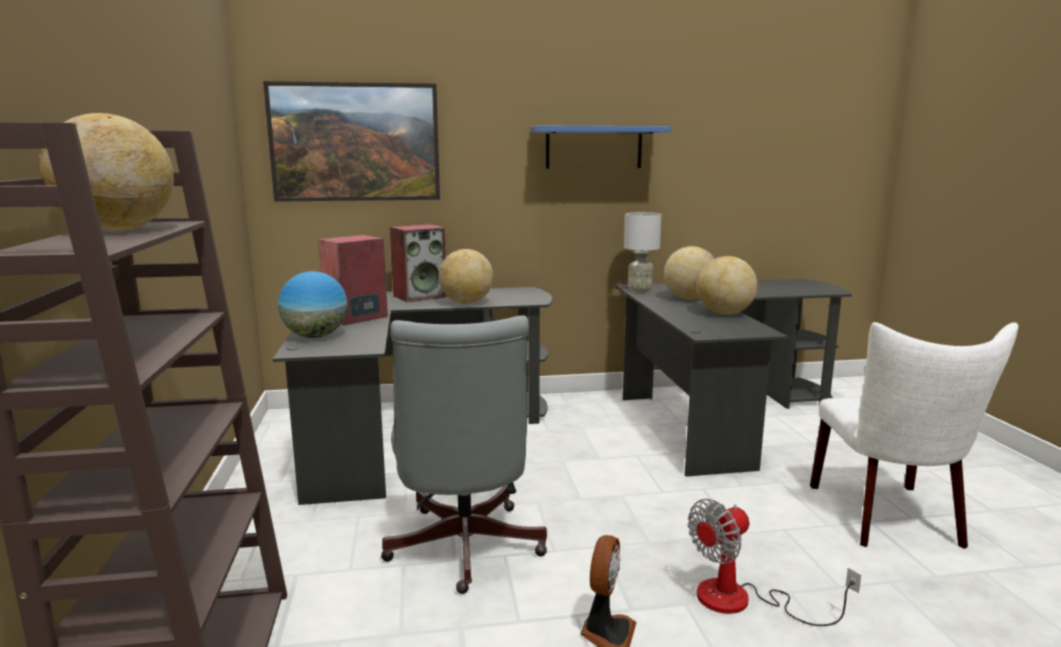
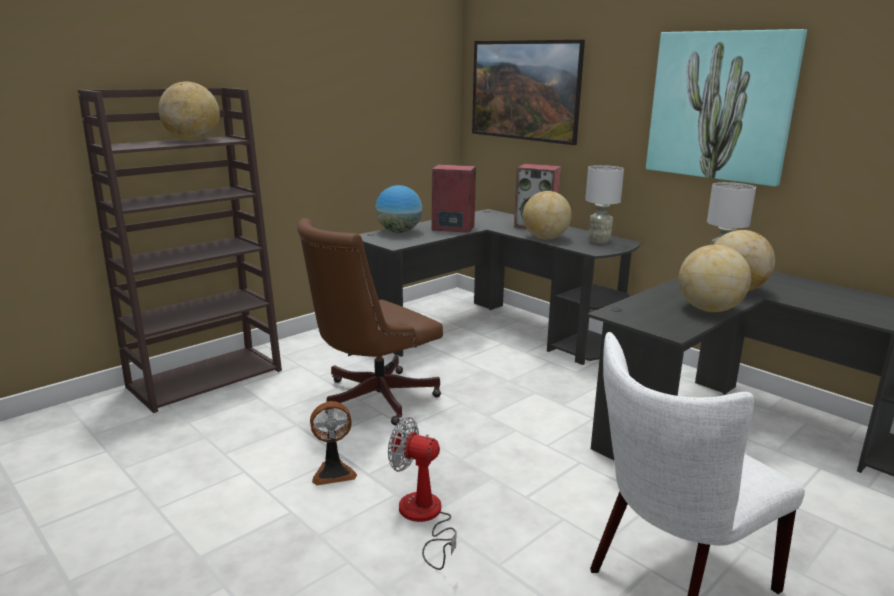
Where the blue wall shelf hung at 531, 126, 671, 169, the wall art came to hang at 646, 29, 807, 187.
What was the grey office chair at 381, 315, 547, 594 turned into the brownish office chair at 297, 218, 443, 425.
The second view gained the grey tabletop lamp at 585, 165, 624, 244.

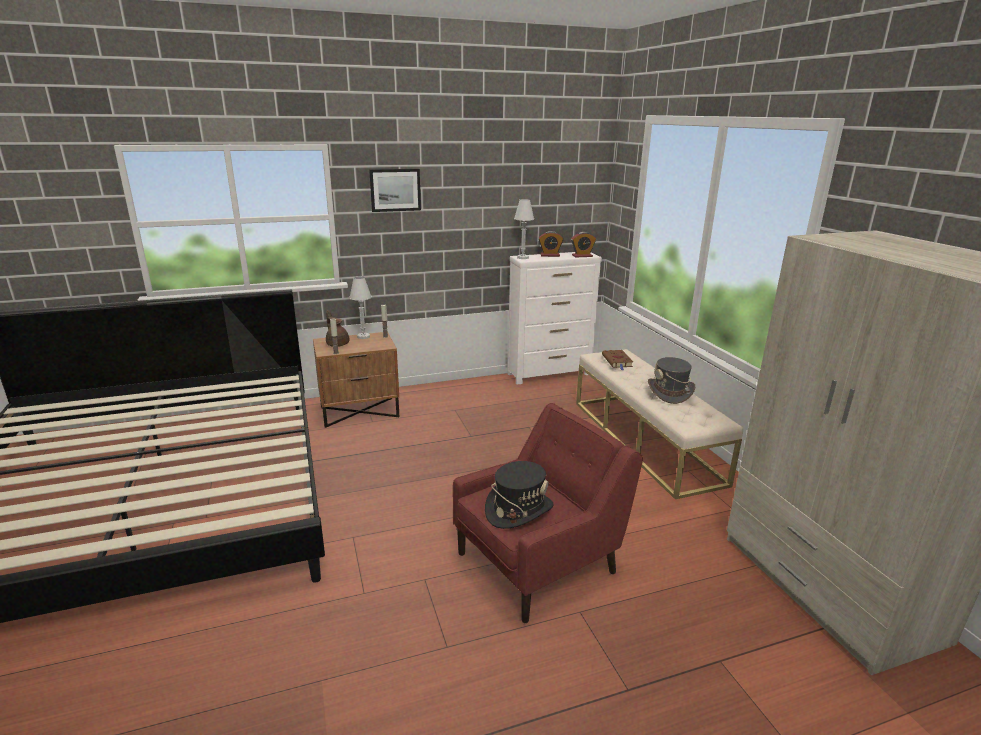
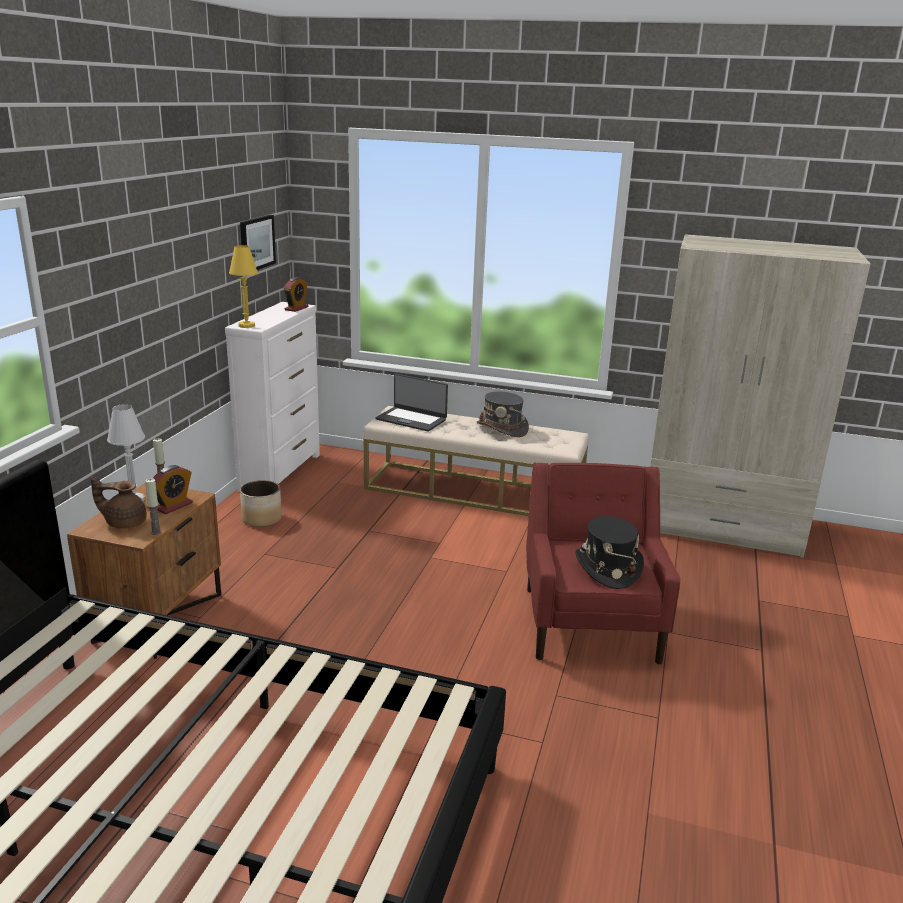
The wall art ended up elsewhere, having gone from 369, 169, 421, 212 to 240, 215, 276, 270.
What was the white tabletop lamp at 514, 199, 534, 259 turned into the yellowish tabletop lamp at 229, 245, 258, 328.
The bedside clock ended up elsewhere, having gone from 539, 231, 563, 257 to 152, 465, 193, 514.
Where the brownish bound book stood at 602, 350, 633, 370, the laptop came to stand at 376, 374, 448, 431.
The second view gained the plant pot at 240, 480, 282, 527.

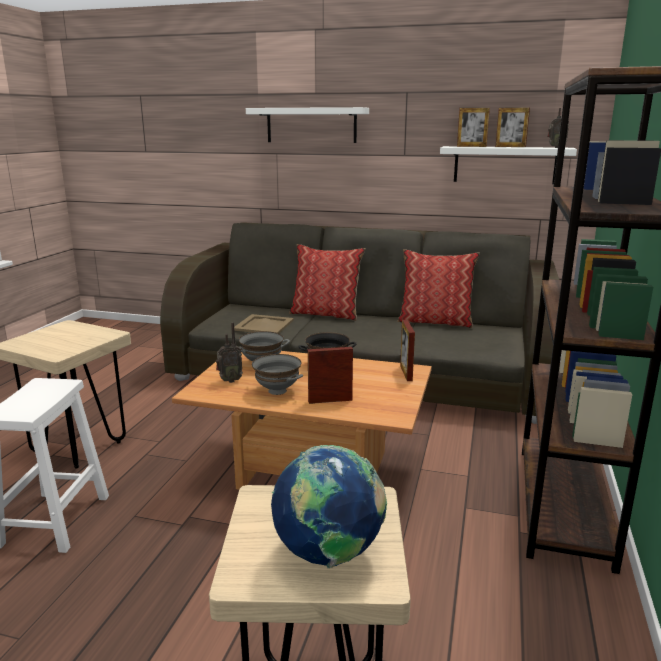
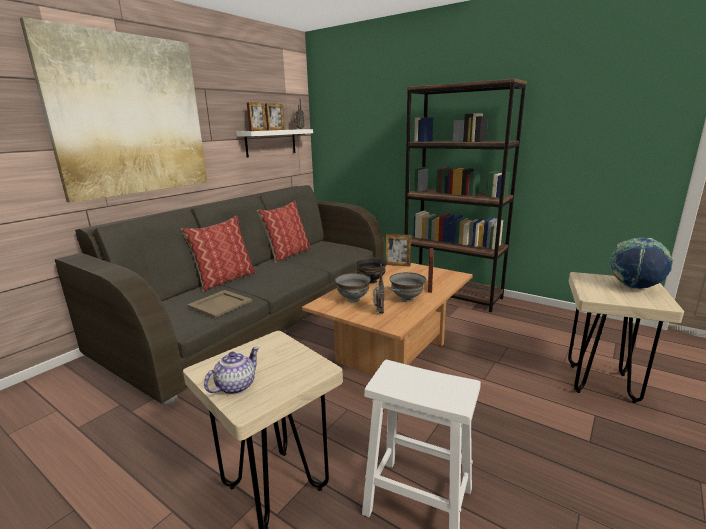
Where the white wall shelf hung at 246, 107, 369, 143, the wall art came to hang at 19, 17, 208, 203.
The second view gained the pot for tea at 204, 347, 259, 394.

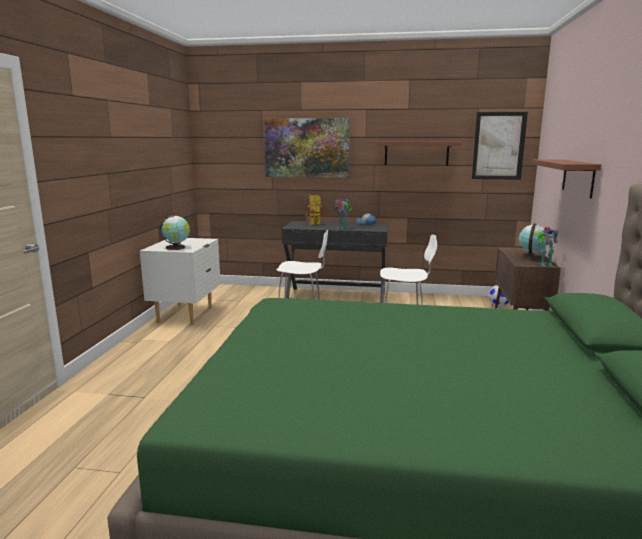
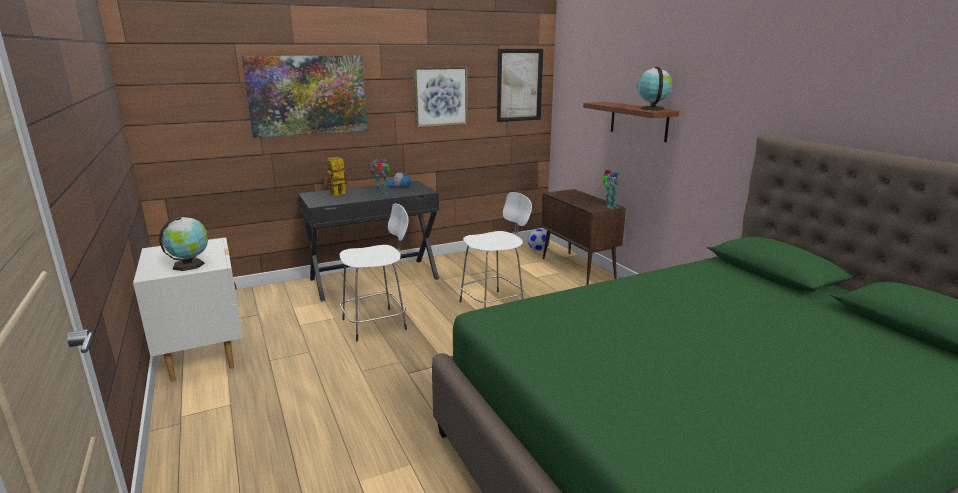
Where the brownish wall shelf hung at 376, 141, 461, 166, the wall art came to hang at 413, 67, 468, 127.
The globe ended up elsewhere, having gone from 519, 224, 547, 260 to 637, 67, 672, 111.

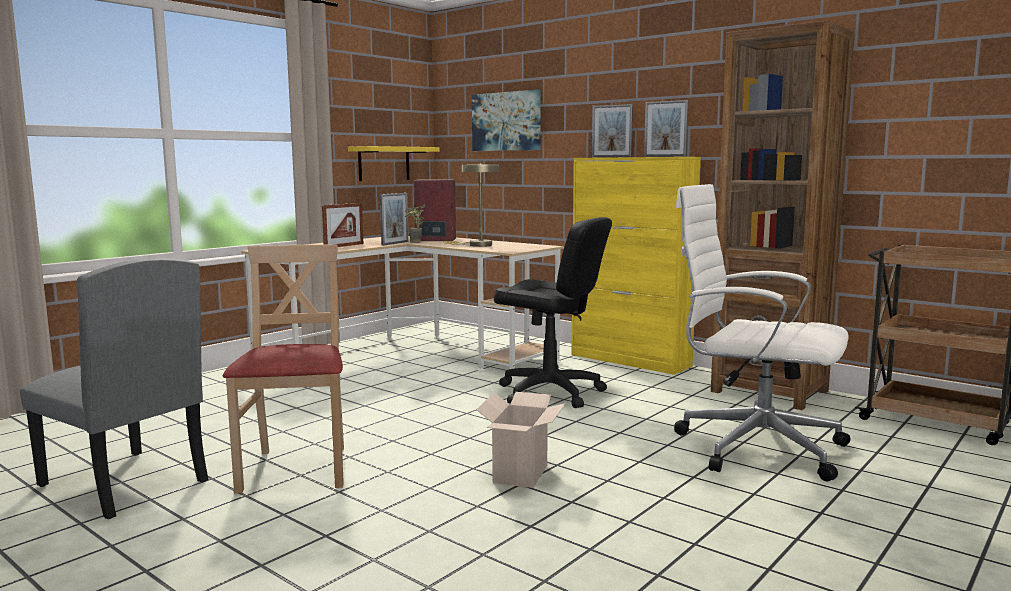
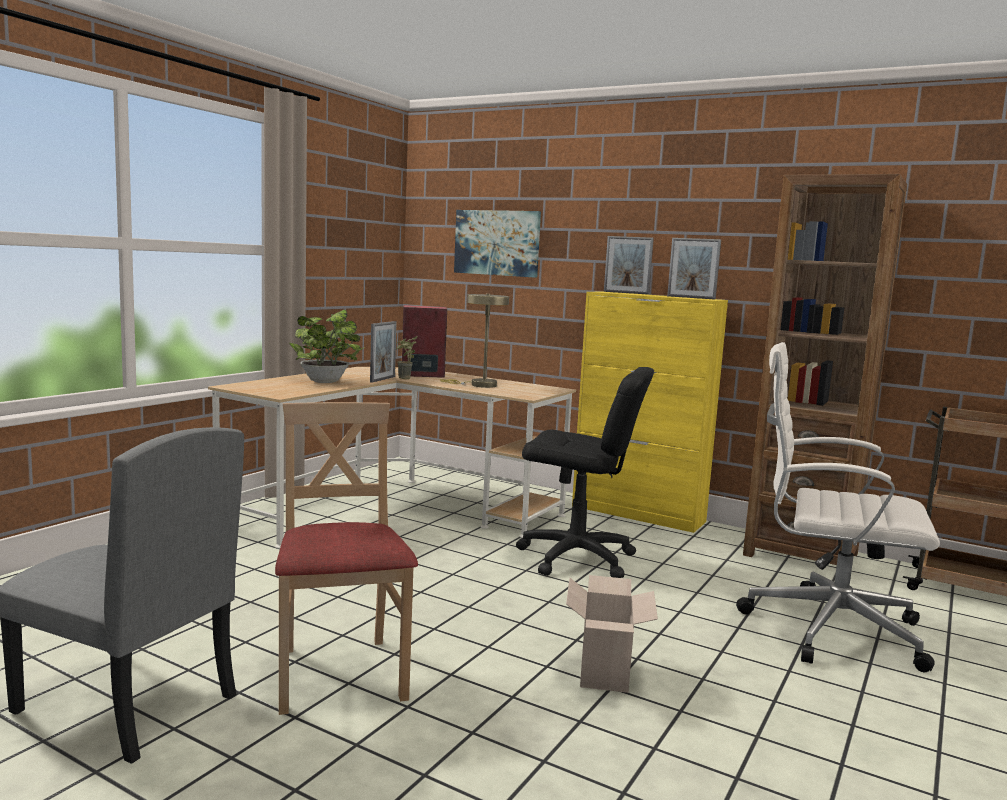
The second view lost the yellowish wall shelf at 348, 146, 440, 181.
Where the picture frame stood at 322, 203, 363, 247, the potted plant came to stand at 289, 310, 365, 383.

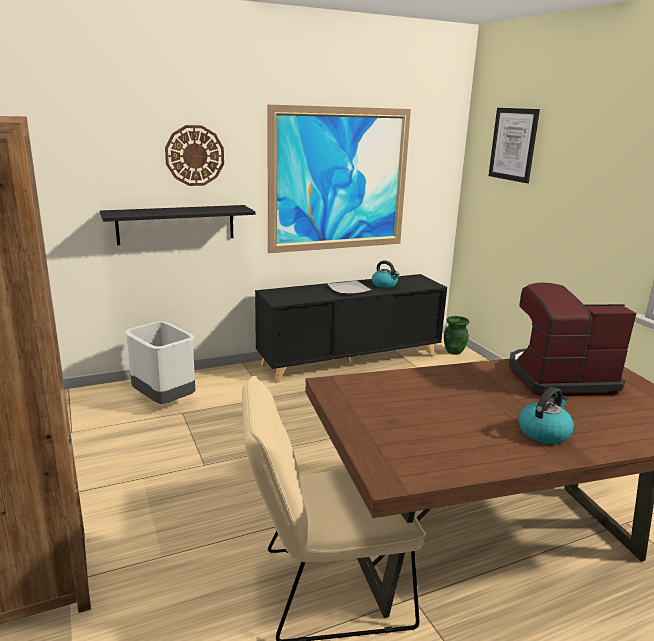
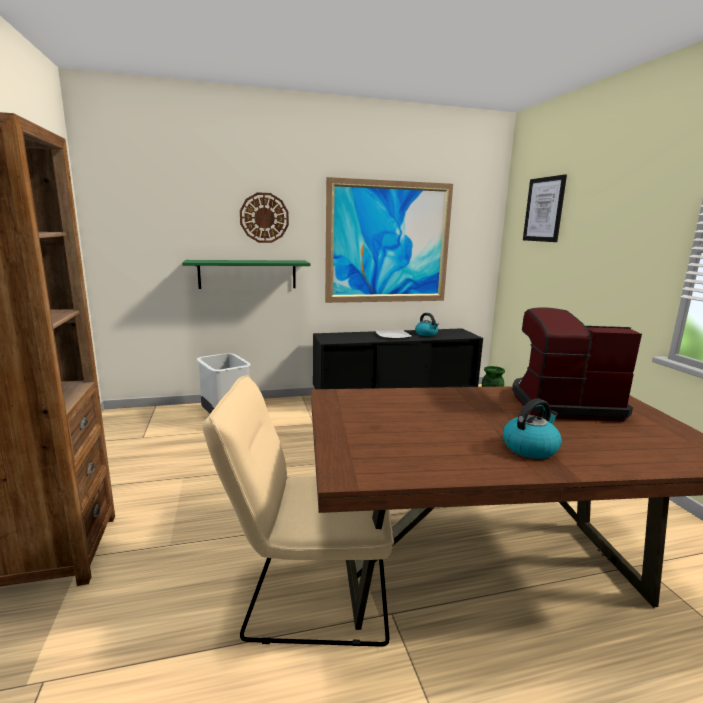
What was the black wall shelf at 100, 205, 255, 245 turned into the greenish wall shelf at 182, 260, 310, 289.

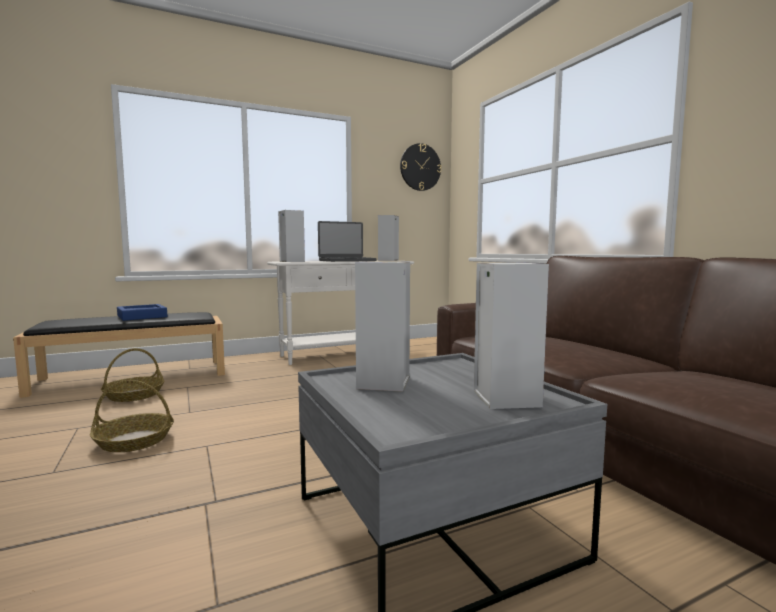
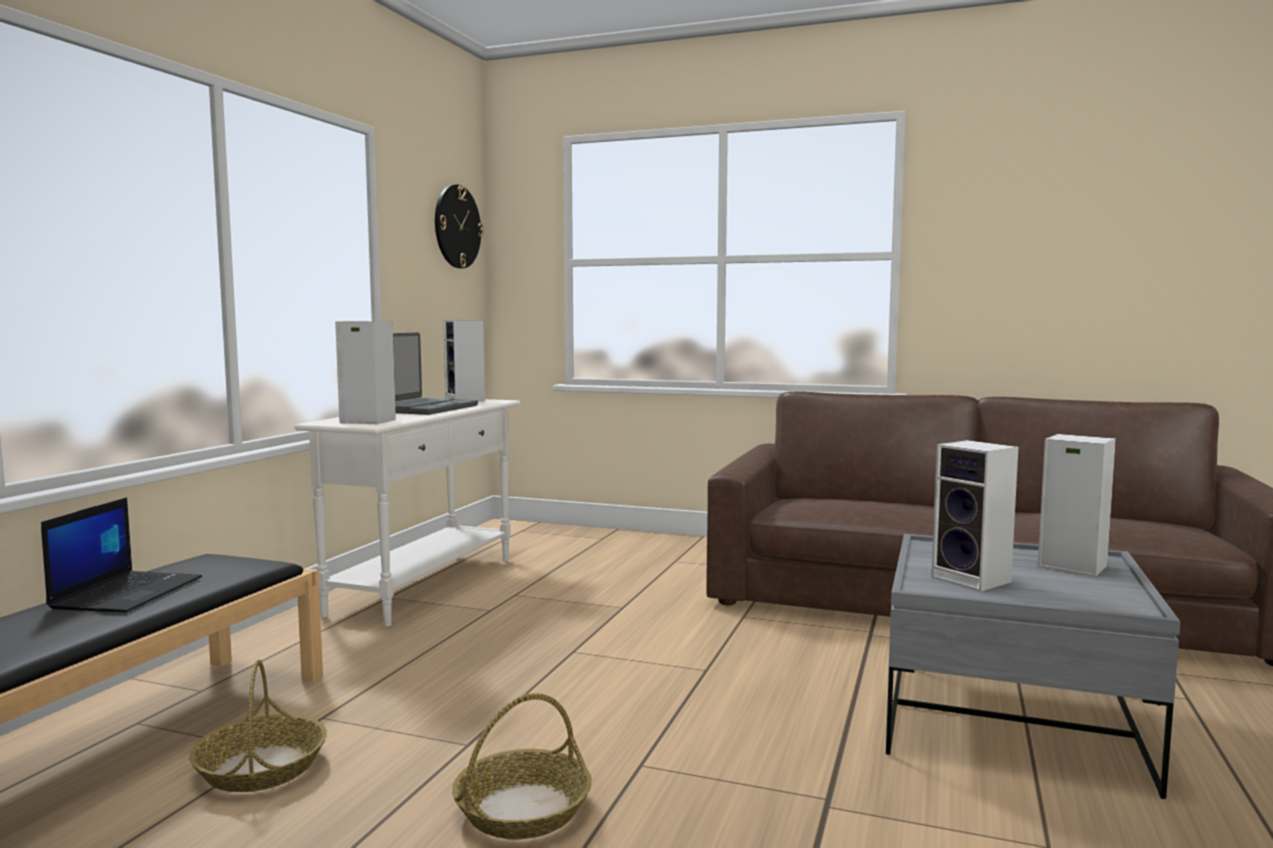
Where the blue tray stood at 117, 304, 167, 321, the laptop came to stand at 41, 497, 202, 613.

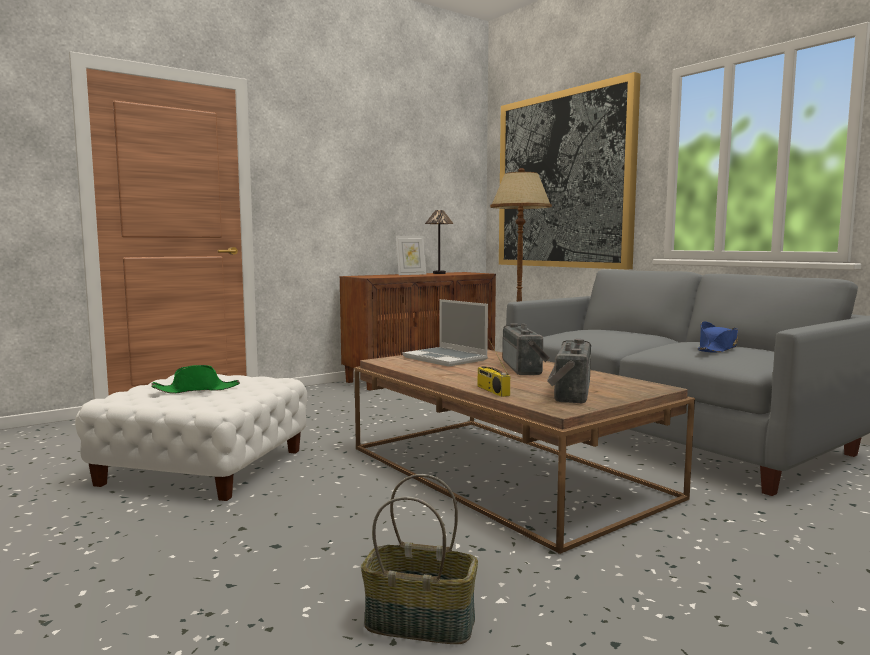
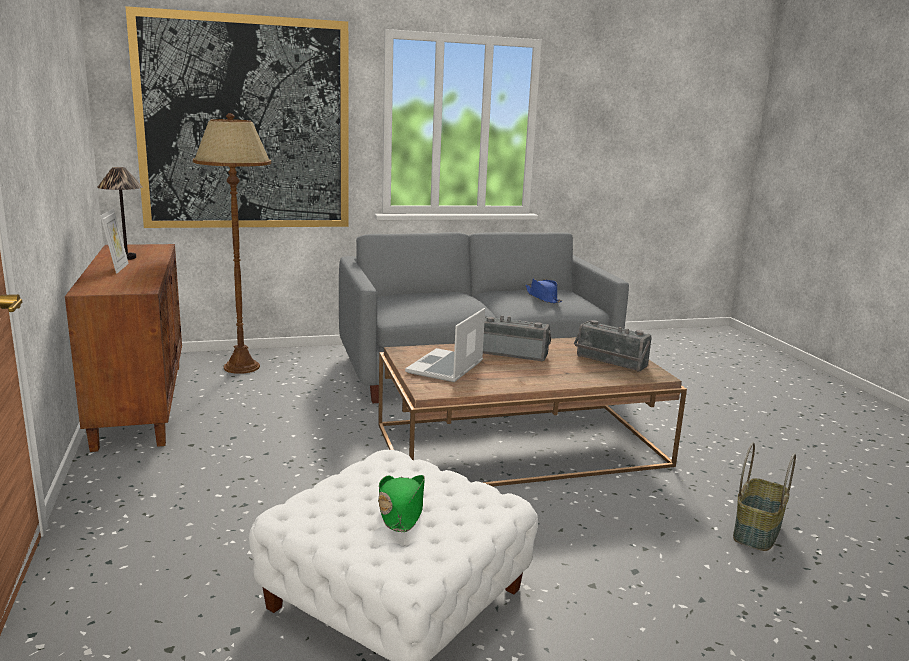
The laptop at 403, 299, 488, 367 ended up facing another way, 135 degrees clockwise from before.
The second view lost the radio set at 478, 340, 510, 397.

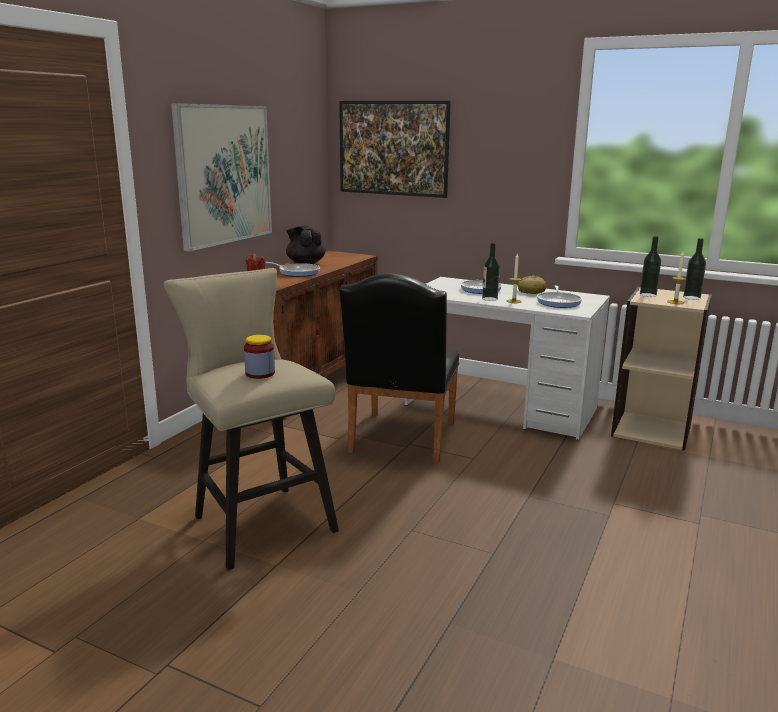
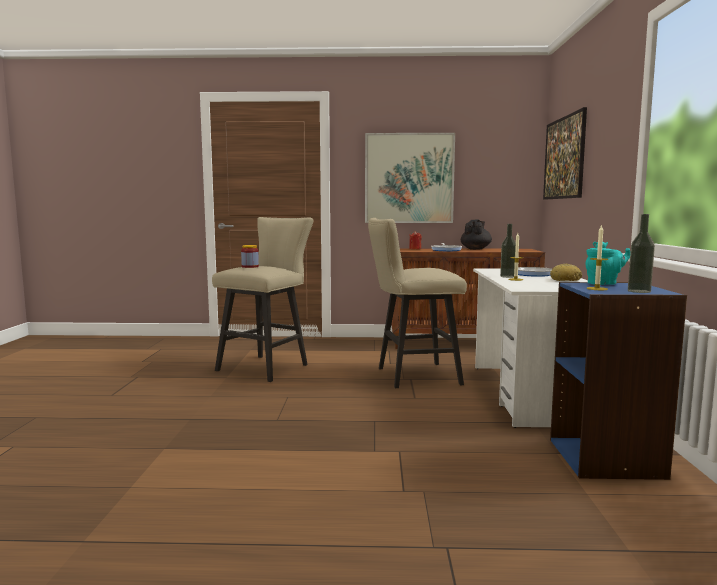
Where the beverage bottle stood at 640, 236, 661, 297, the blue-green pot for tea came to stand at 586, 242, 630, 285.
Where the black plain chair stood at 339, 273, 459, 463, the beige-coloured stool came to stand at 368, 218, 467, 388.
The second view lost the frying pan at 537, 286, 582, 308.
What was the beige-coloured bookshelf at 611, 287, 712, 451 turned into the blue bookshelf at 550, 282, 687, 480.

